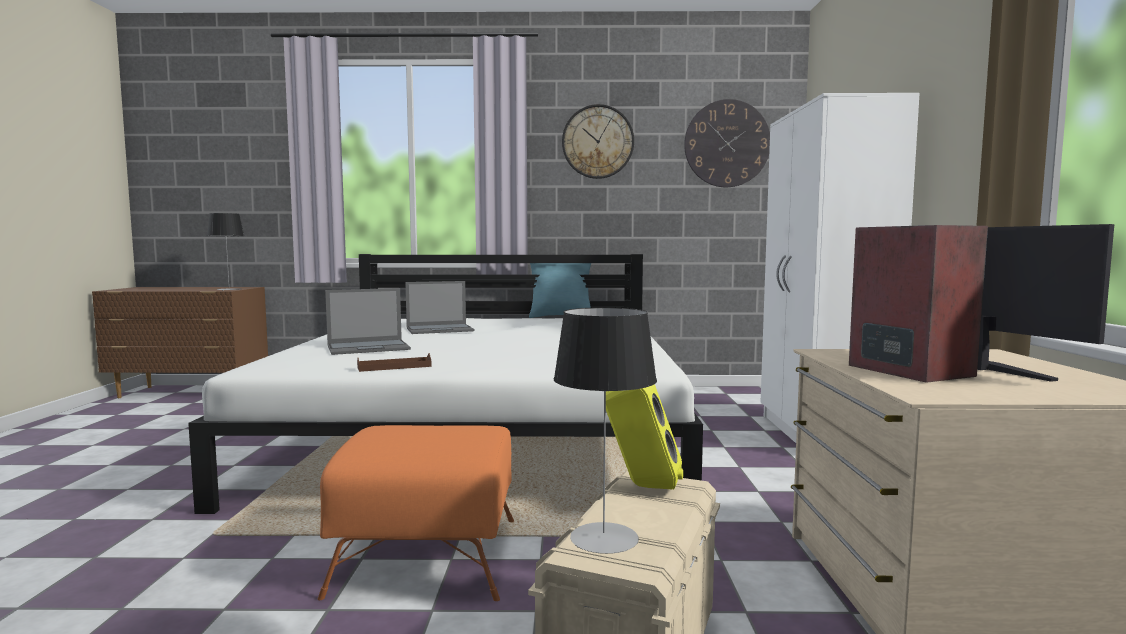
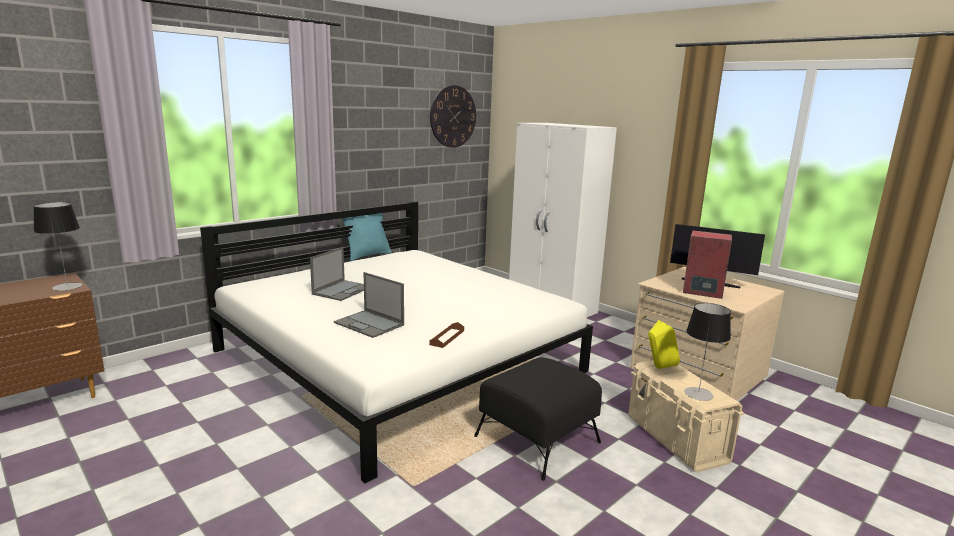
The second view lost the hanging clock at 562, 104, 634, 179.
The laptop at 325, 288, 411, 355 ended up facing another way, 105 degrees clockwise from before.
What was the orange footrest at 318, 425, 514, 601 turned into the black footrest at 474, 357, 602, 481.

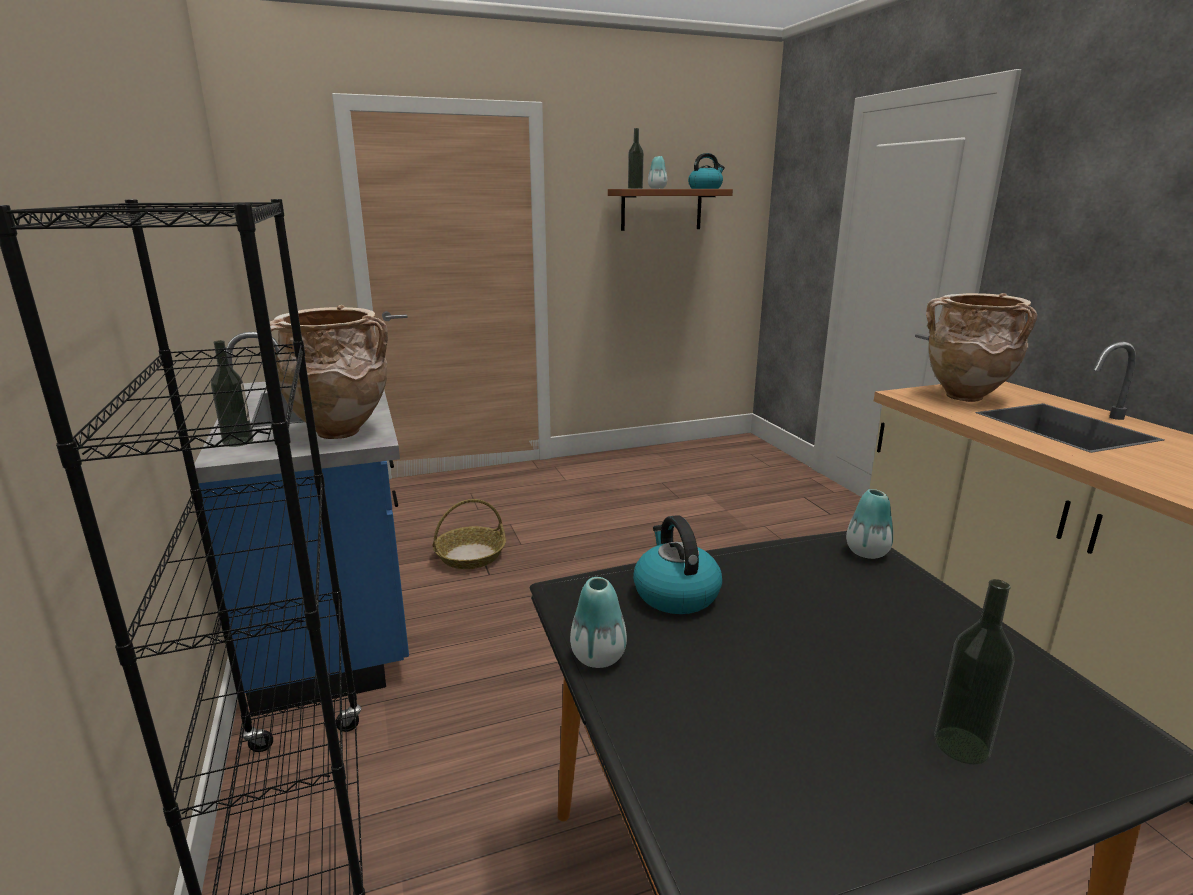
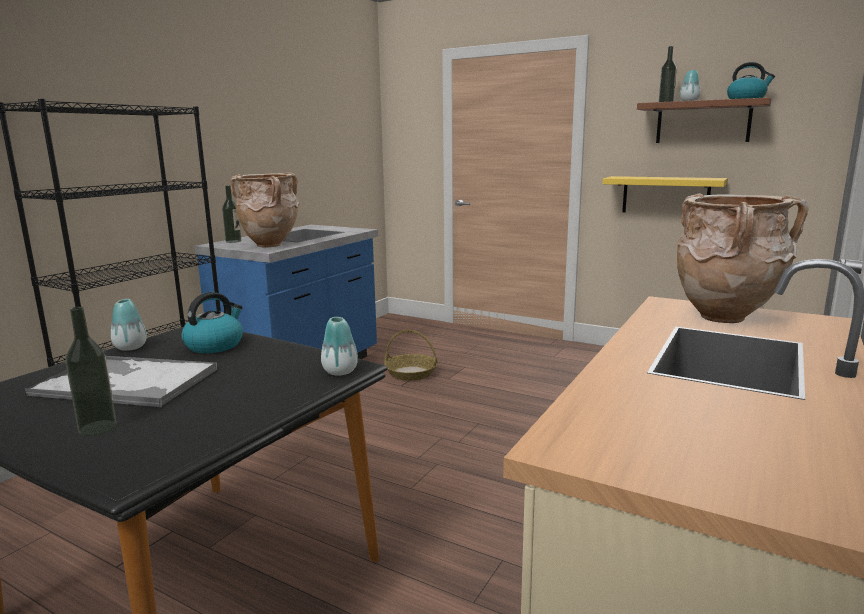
The second view gained the yellowish wall shelf at 602, 176, 728, 213.
The second view gained the tray at 25, 356, 218, 407.

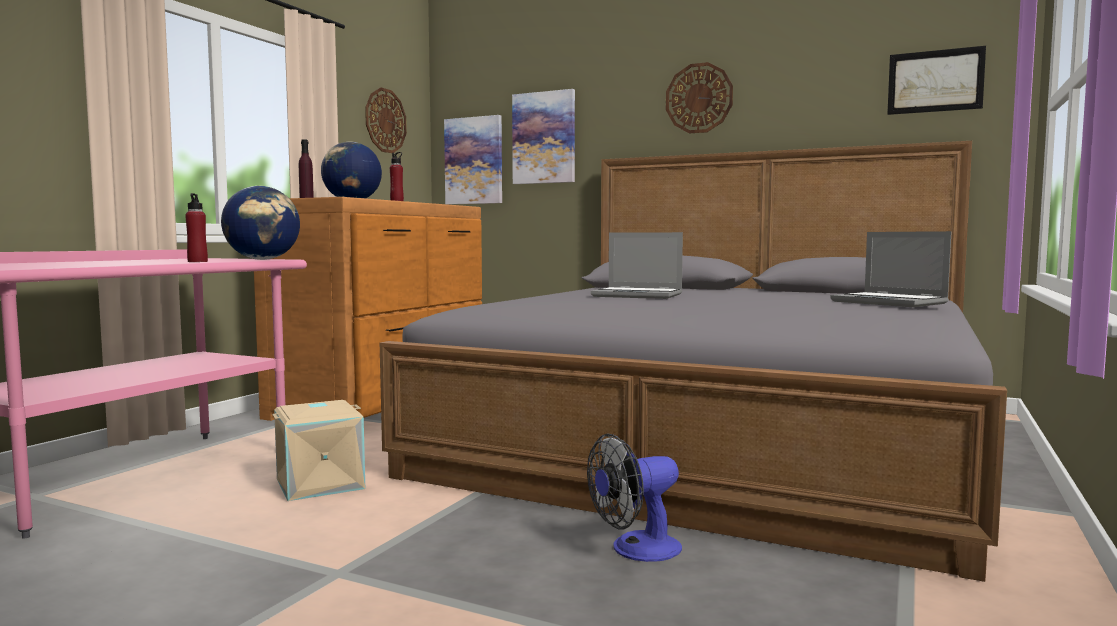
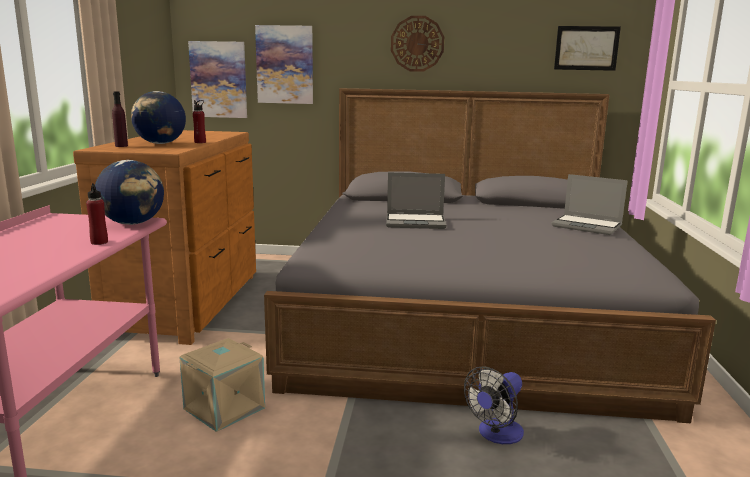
The second view lost the hanging clock at 365, 87, 407, 153.

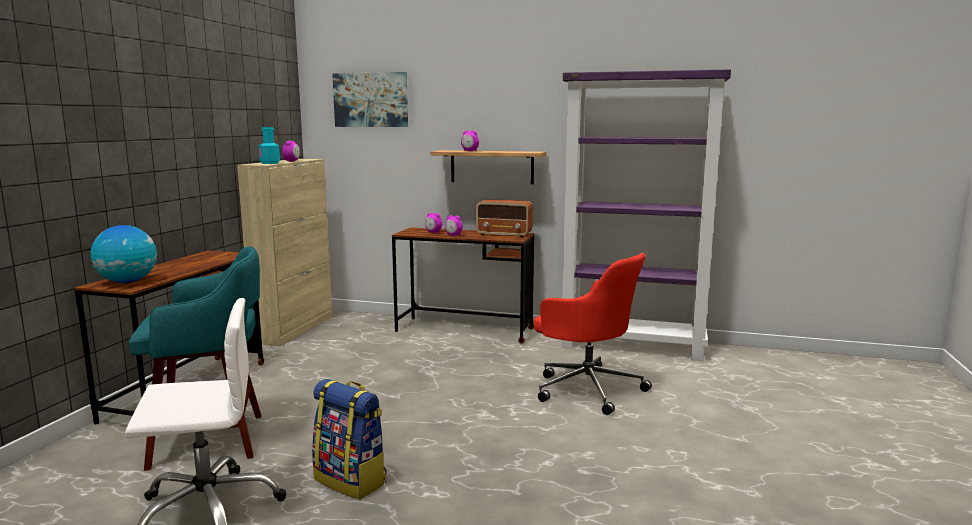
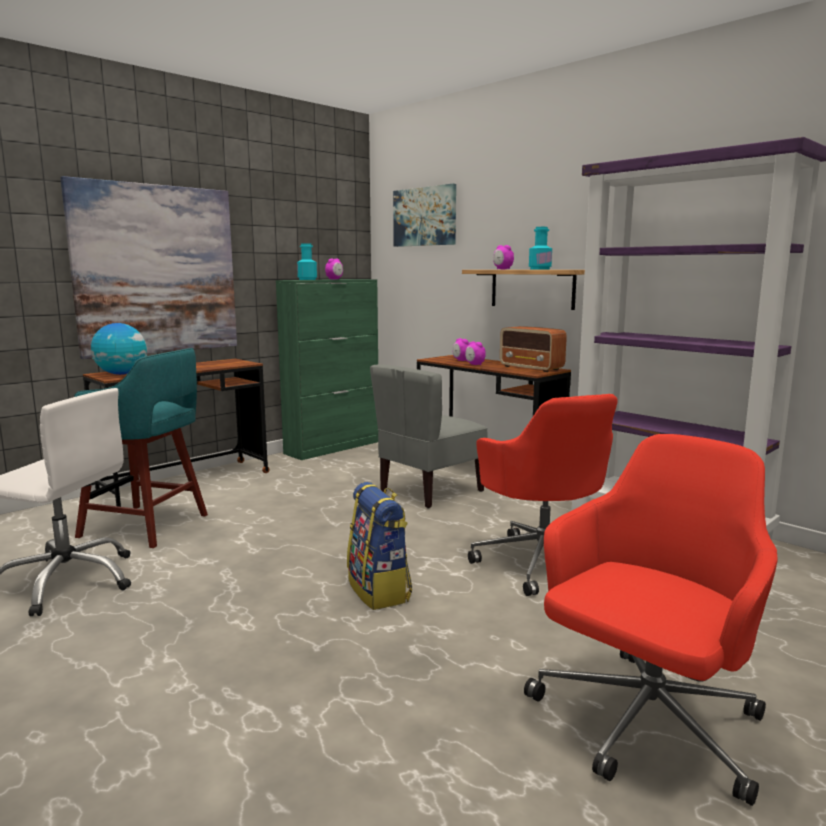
What was the beige-coloured cupboard at 237, 159, 332, 347 turned into the greenish cupboard at 276, 279, 378, 460.
The knapsack ended up elsewhere, having gone from 312, 379, 386, 499 to 347, 482, 412, 610.
The second view gained the wall art at 60, 176, 237, 359.
The second view gained the blue-green beverage bottle at 529, 227, 552, 269.
The second view gained the grey plain chair at 370, 364, 488, 508.
The second view gained the red office chair at 524, 434, 778, 806.

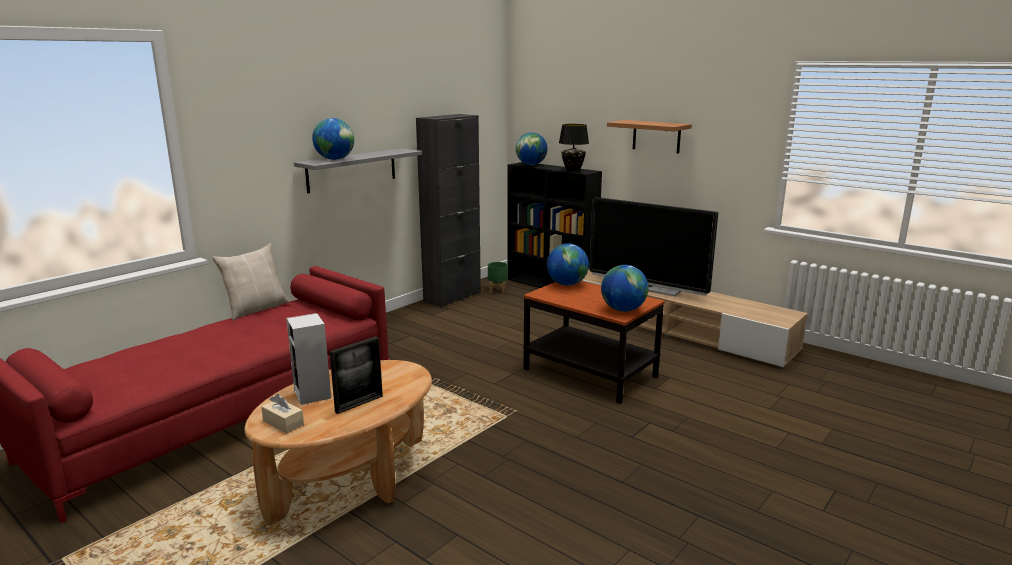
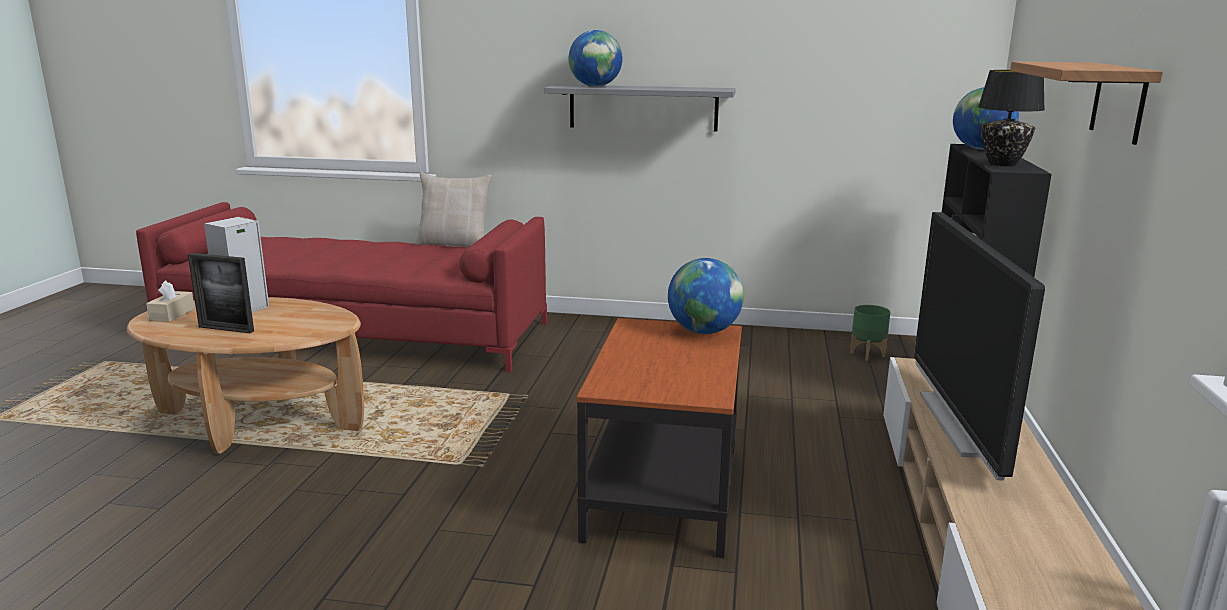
The second view lost the black cupboard at 416, 114, 481, 307.
The second view lost the globe at 601, 265, 648, 312.

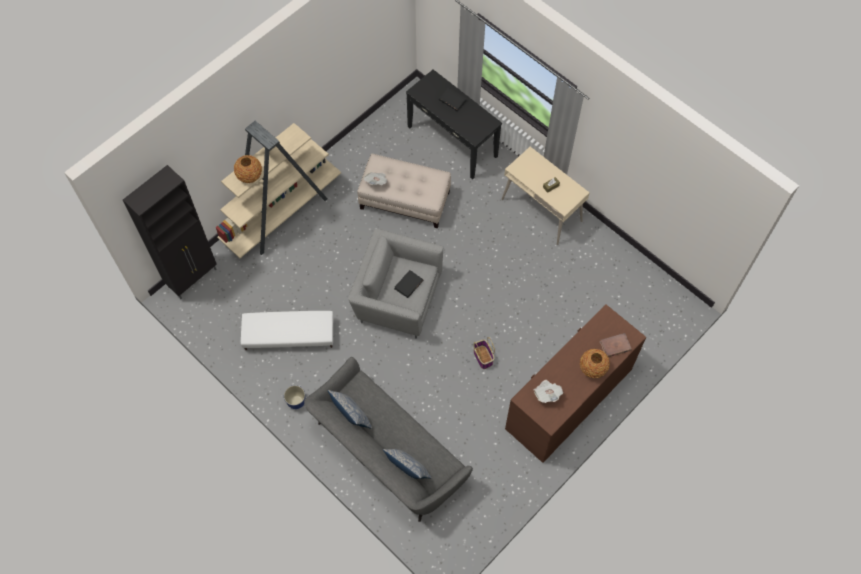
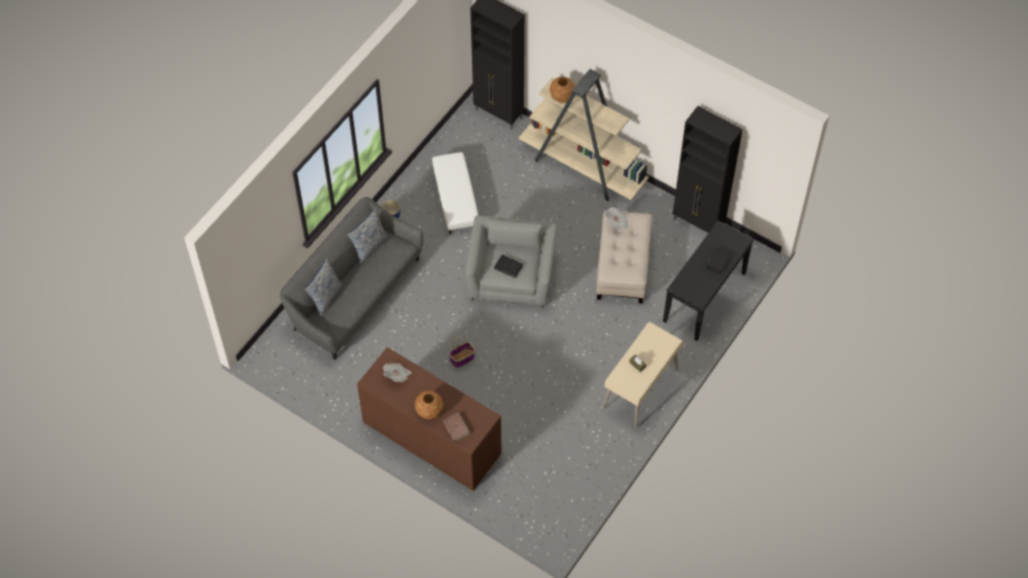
The second view gained the black cupboard at 673, 106, 743, 233.

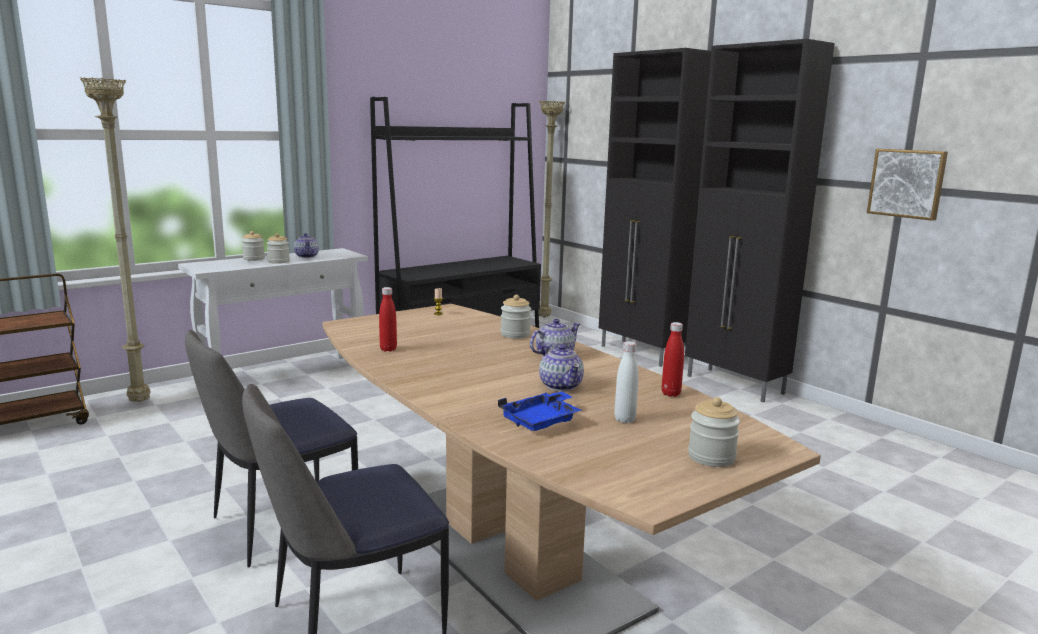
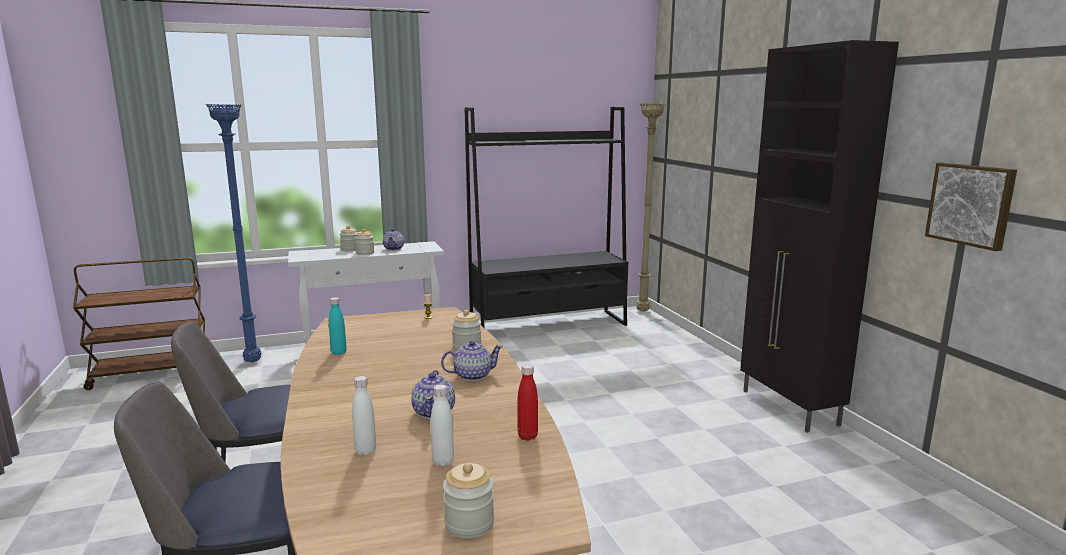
The second view lost the black cupboard at 599, 48, 711, 367.
What was the beige-coloured floor lamp at 80, 77, 151, 402 turned into the blue floor lamp at 206, 104, 261, 362.
What was the red beverage bottle at 379, 287, 397, 352 turned into the blue-green beverage bottle at 329, 297, 347, 355.
Where the blue tray stood at 498, 392, 581, 431, the white beverage bottle came to stand at 352, 376, 376, 456.

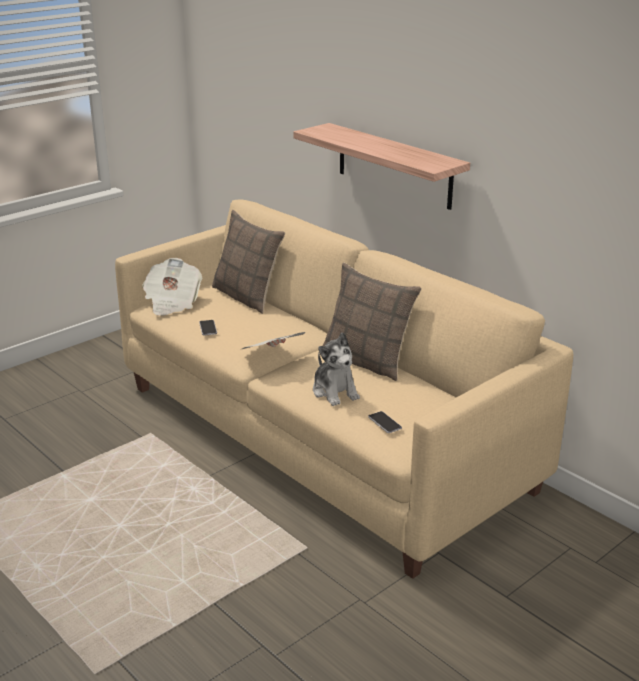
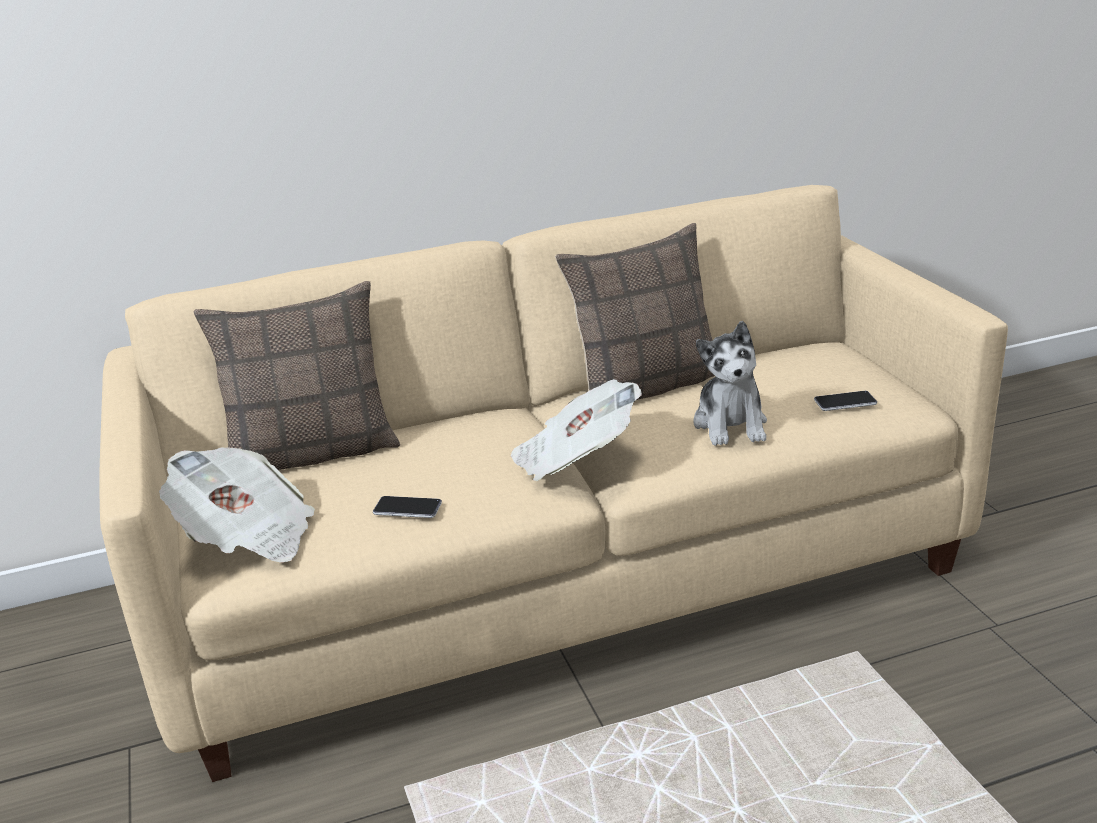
The second view lost the wall shelf at 293, 123, 470, 210.
The cuddly toy at 313, 332, 360, 406 ended up facing another way, 90 degrees clockwise from before.

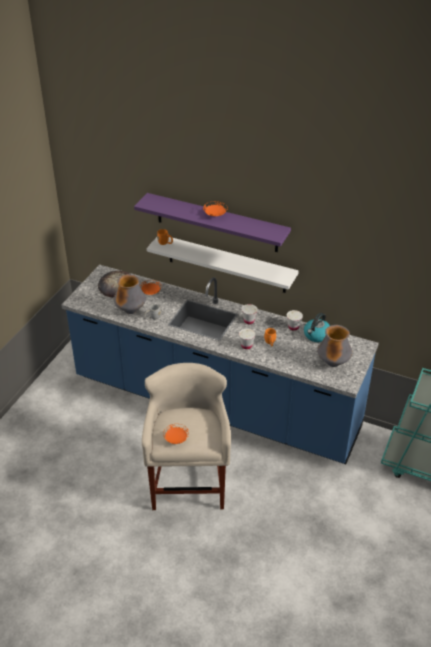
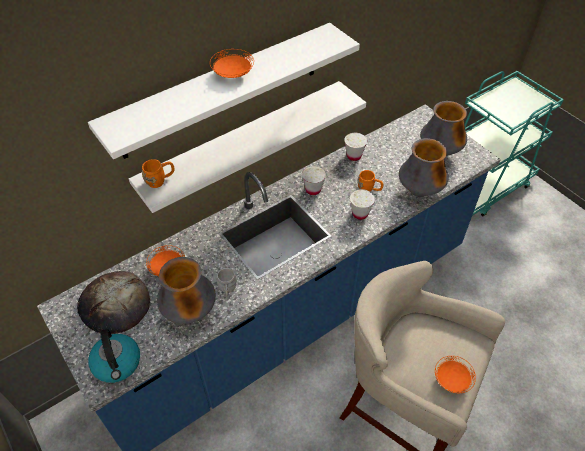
What was the purple-coloured wall shelf at 134, 193, 291, 252 turned into the white wall shelf at 88, 23, 360, 159.
The water kettle ended up elsewhere, having gone from 304, 313, 330, 342 to 88, 329, 140, 383.
The second view gained the decorative vase at 399, 138, 448, 197.

